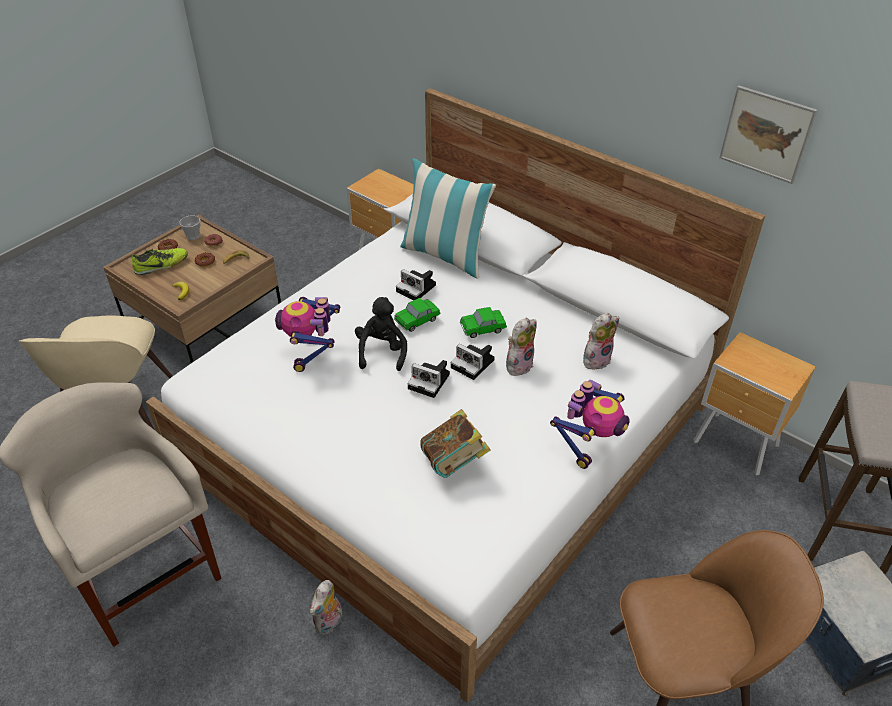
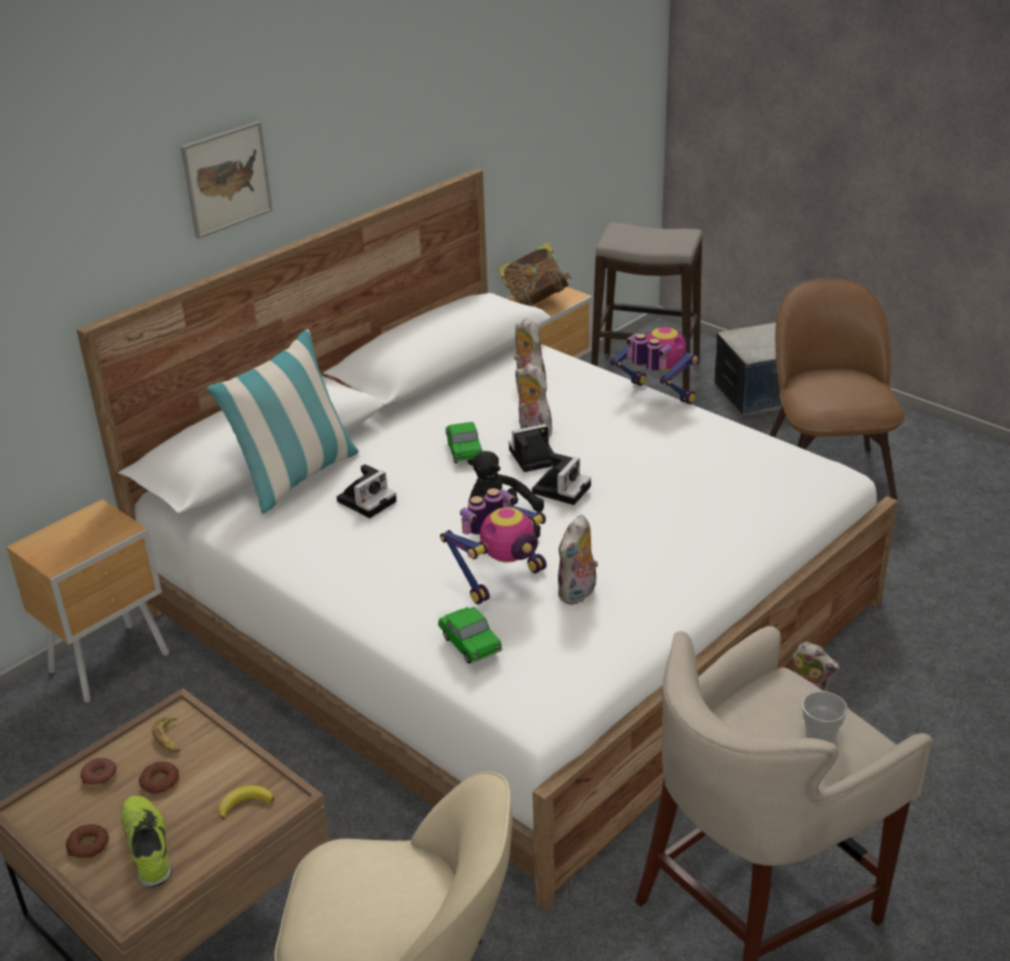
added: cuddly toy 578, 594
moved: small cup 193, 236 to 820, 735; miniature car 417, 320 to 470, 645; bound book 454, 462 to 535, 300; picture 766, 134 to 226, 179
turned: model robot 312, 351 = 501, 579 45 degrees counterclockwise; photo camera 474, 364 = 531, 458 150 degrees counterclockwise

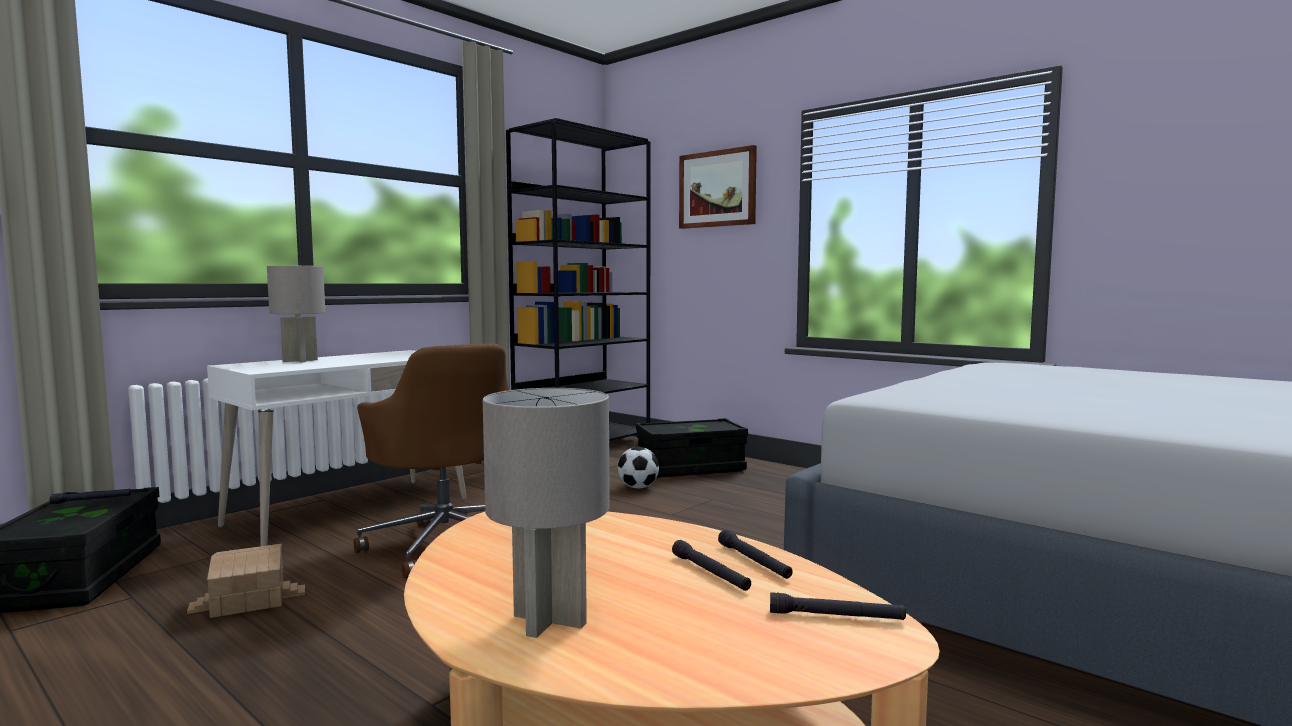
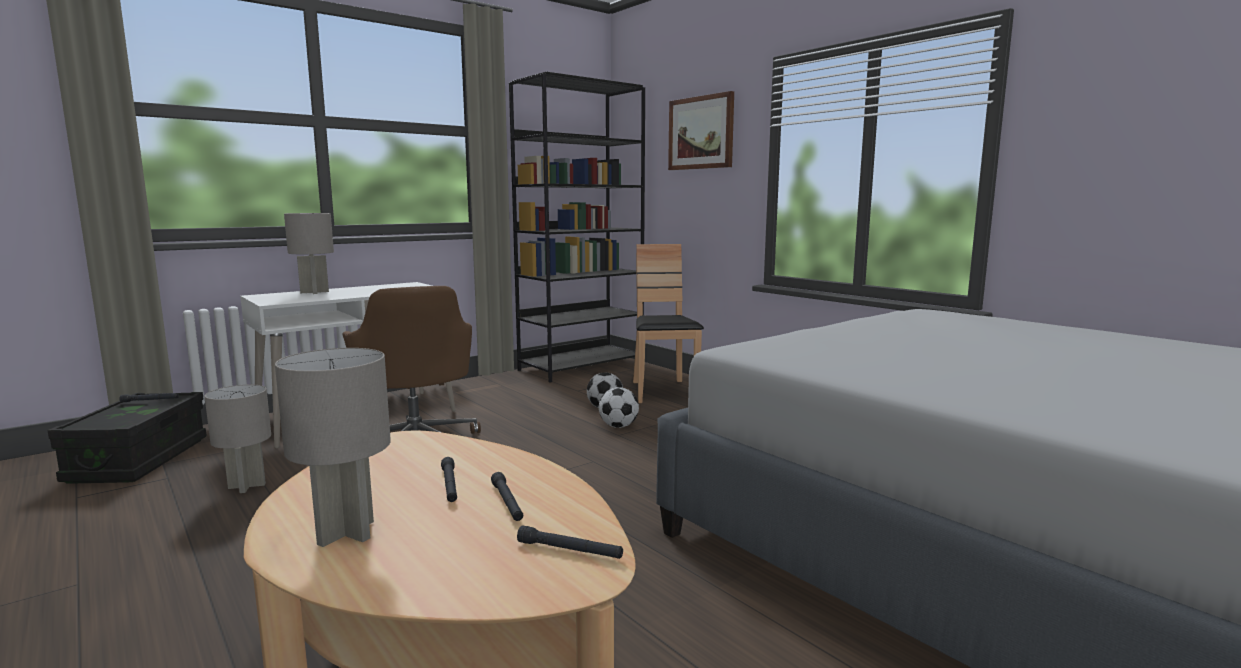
added: ball for football 618, 426
moved: blackish torch 754, 562 to 450, 485
replaced: model house 248, 599 to gray tabletop lamp 246, 486; blackish storage box 690, 468 to brownish plain chair 663, 391

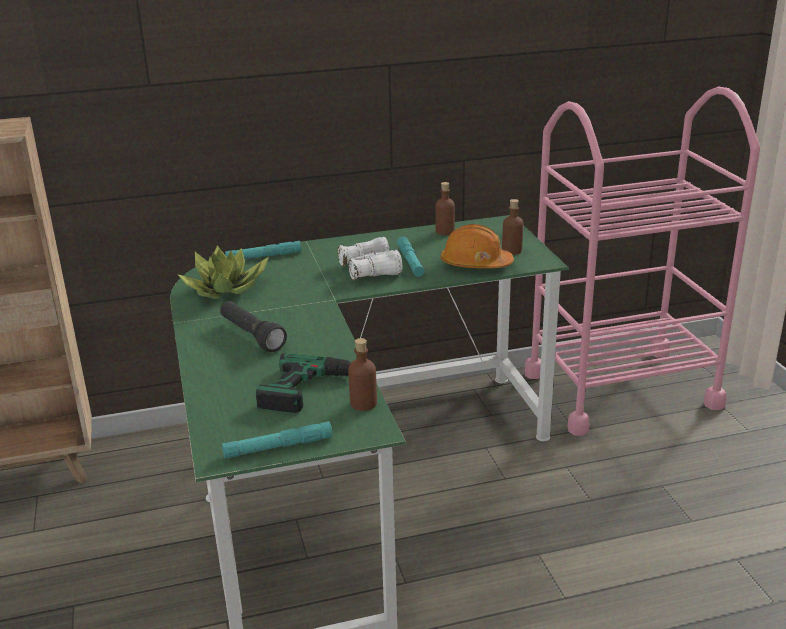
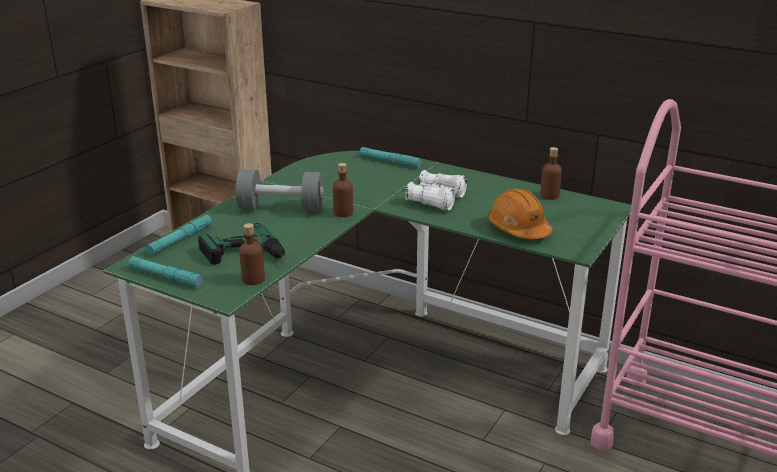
removed: houseplant 226, 288
moved: turquoise-coloured torch 410, 261 to 180, 240; brownish beverage bottle 512, 250 to 343, 213
replaced: blackish torch 251, 336 to gray free weight 281, 208

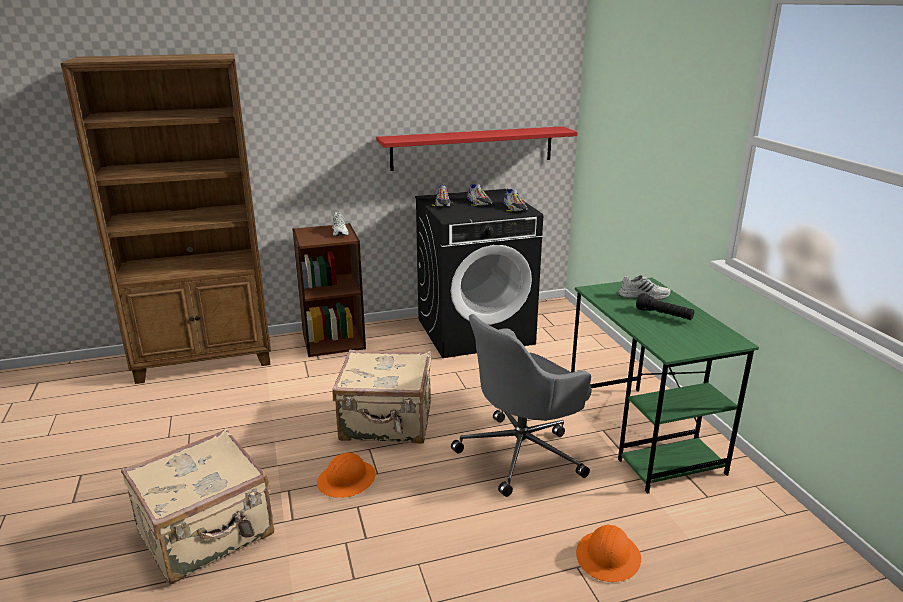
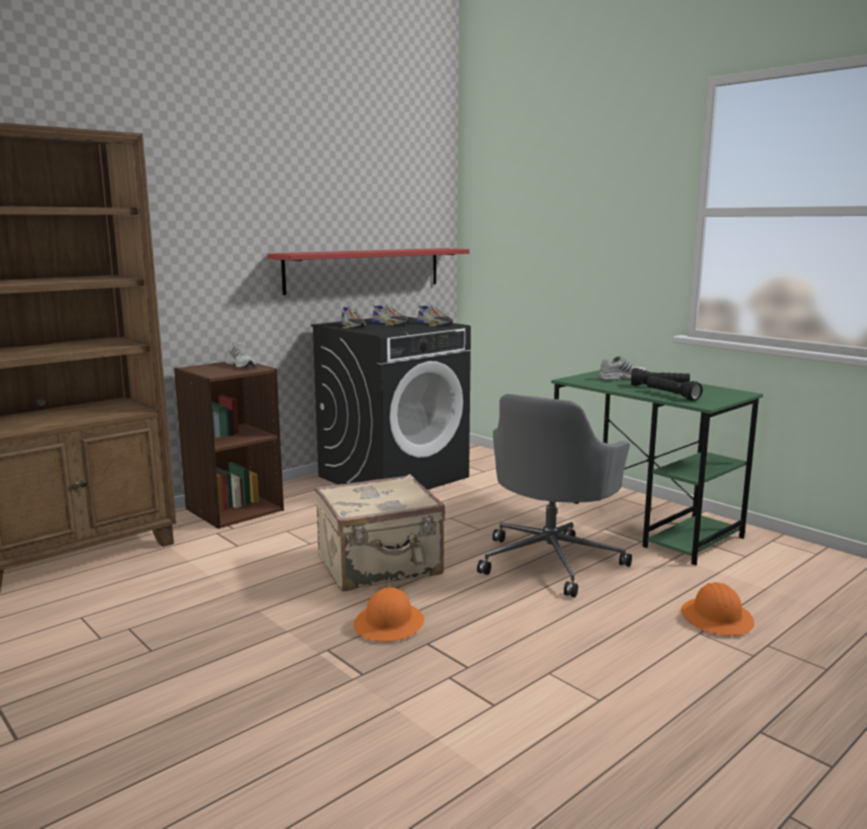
removed: beige travel case 207, 534
added: blackish torch 671, 395

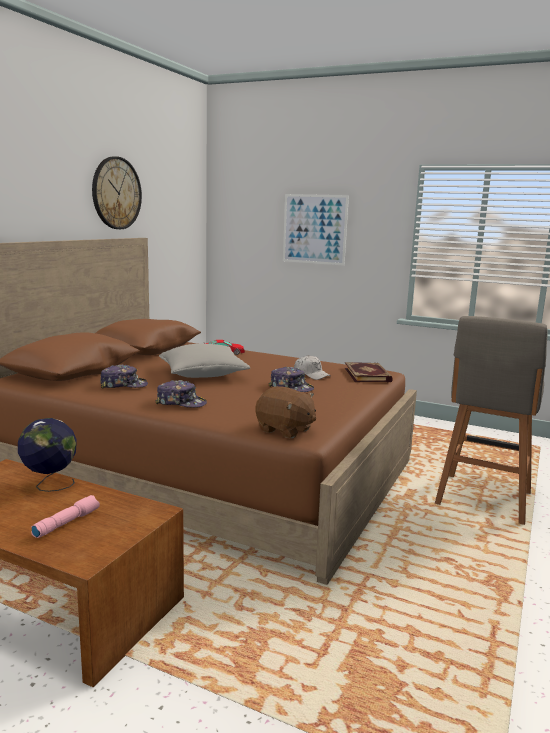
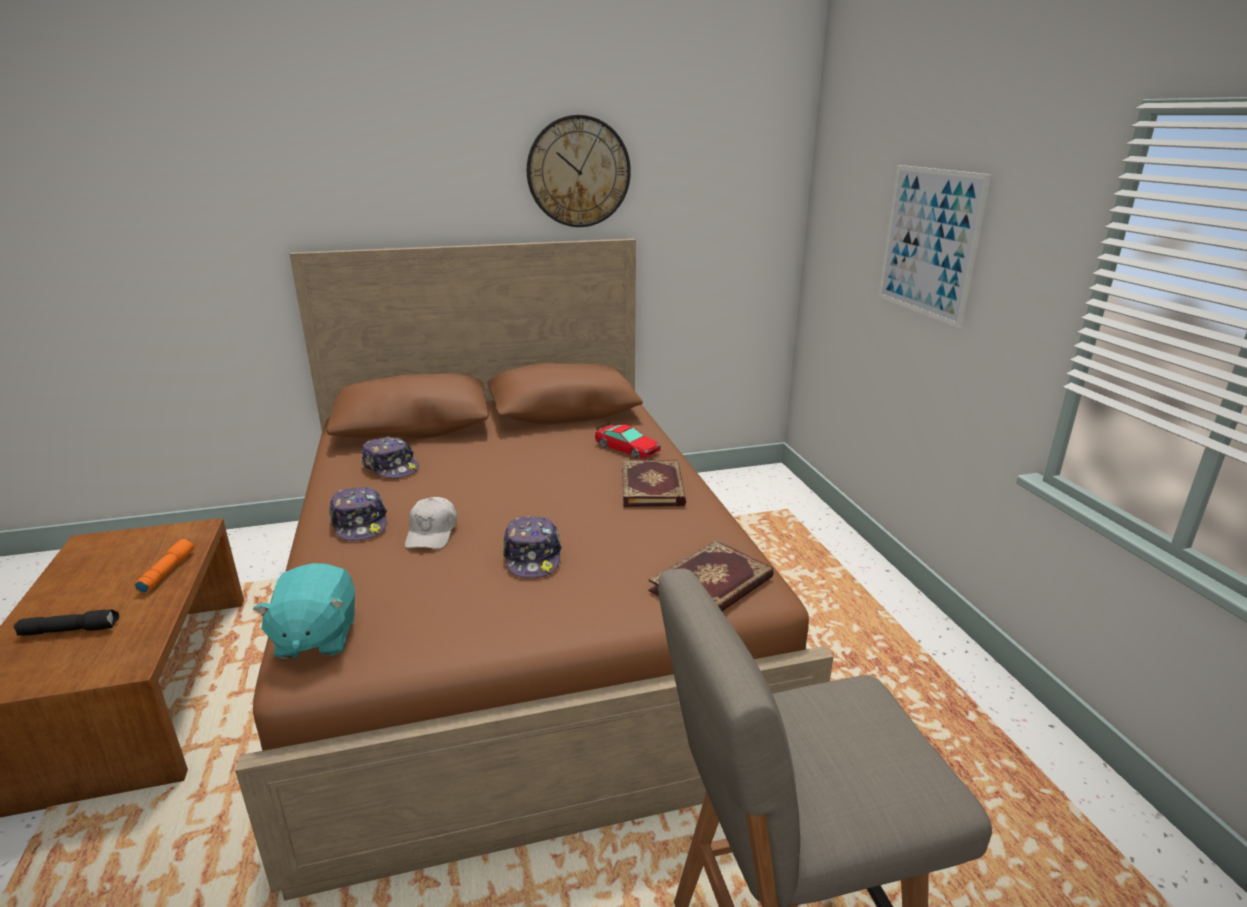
removed: gray cushion 203, 374
added: bound book 653, 486
moved: white-coloured cap 311, 374 to 432, 533
replaced: globe 50, 485 to orange-coloured torch 166, 572
recoloured: pink torch 66, 522 to blackish torch 71, 630; brownish cuddly toy 285, 430 to turquoise-coloured cuddly toy 316, 638

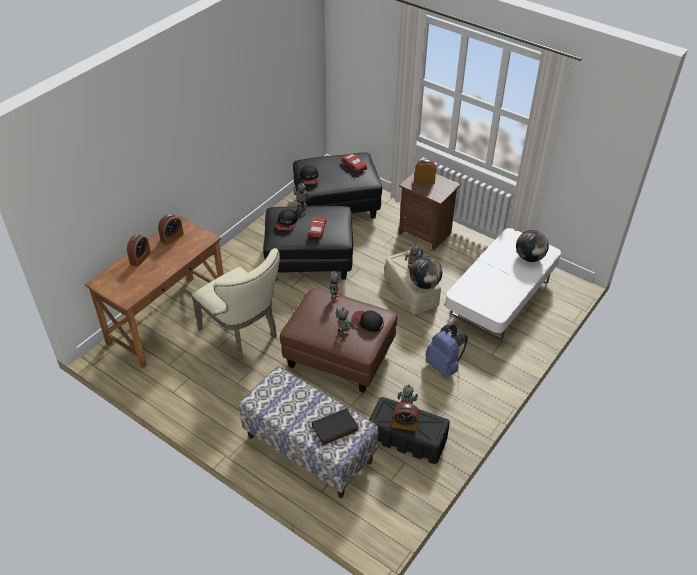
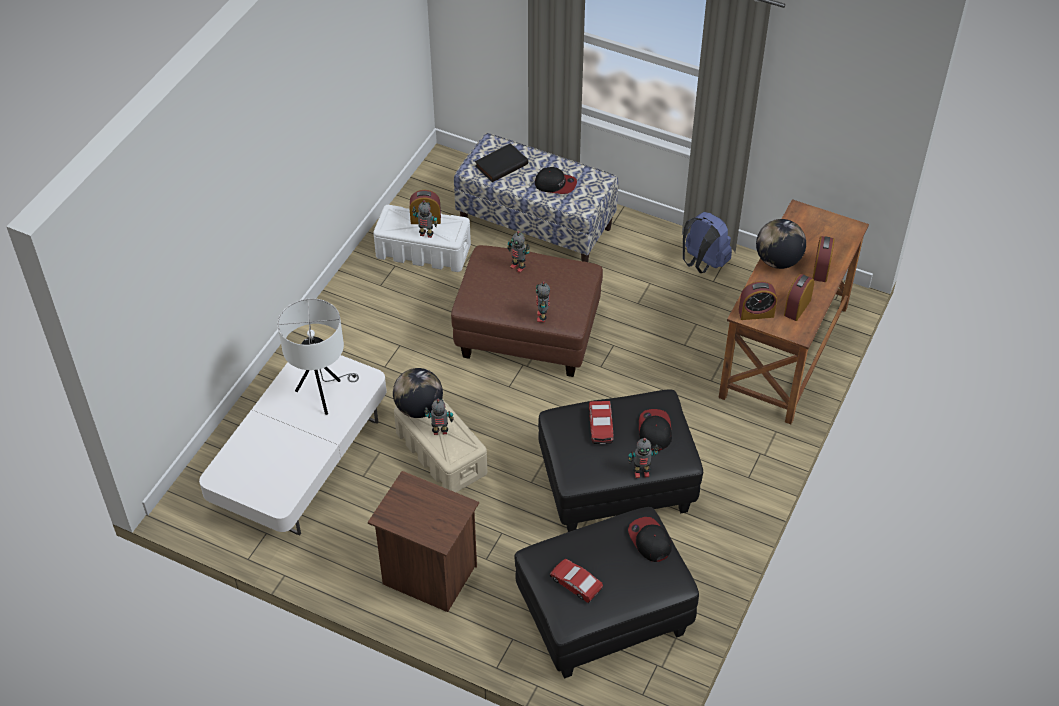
removed: beige plain chair 243, 334
added: white-coloured tabletop lamp 323, 394
moved: cap 367, 322 to 555, 184; table clock 424, 181 to 756, 313; bluish backpack 444, 366 to 702, 263; globe 529, 257 to 778, 261
recoloured: blackish storage box 407, 439 to white-coloured storage box 422, 251

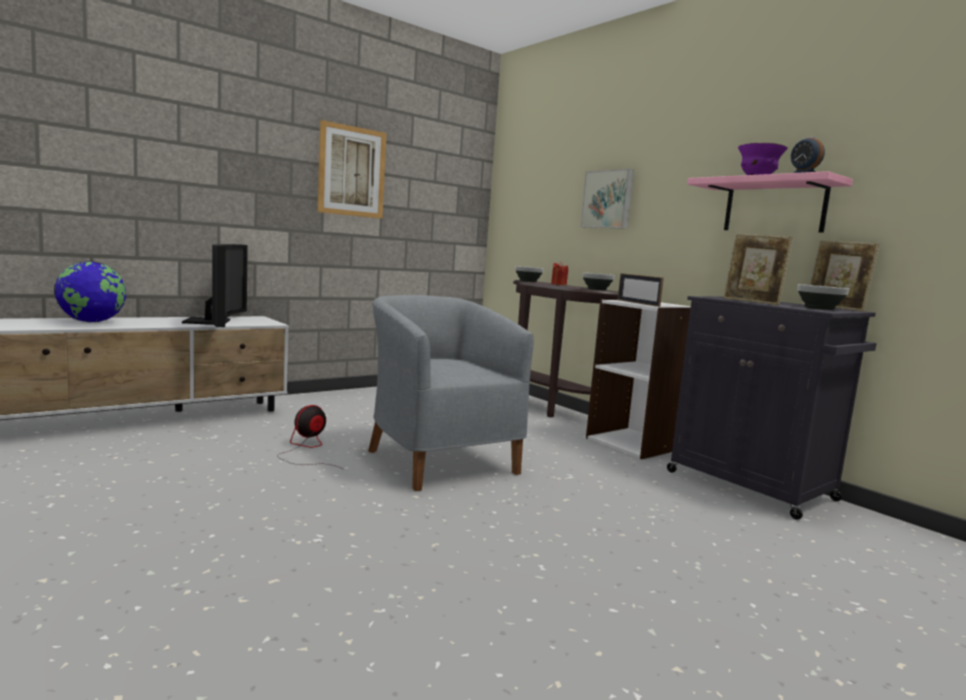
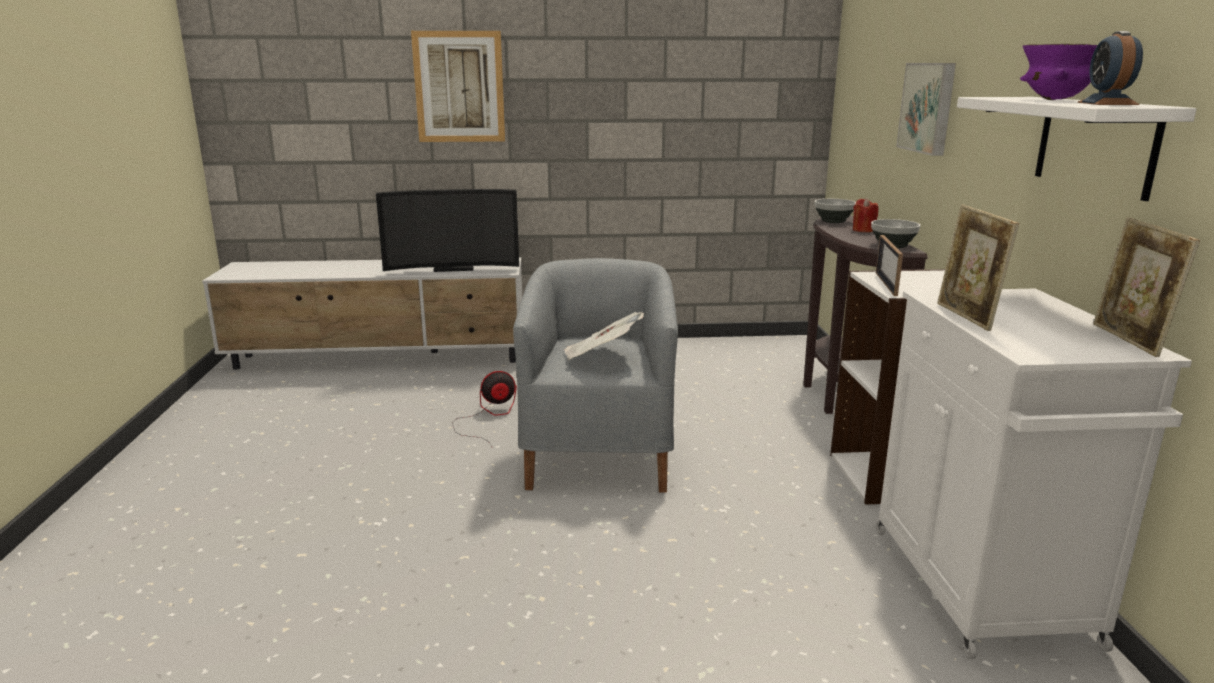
removed: globe 92, 322; bowl 820, 308
added: printed paper 601, 356
moved: picture 352, 171 to 459, 87
recoloured: blackish storage cabinet 753, 487 to white-coloured storage cabinet 982, 588; pink wall shelf 774, 206 to white-coloured wall shelf 1095, 145
turned: TV 214, 322 = 453, 268 60 degrees clockwise

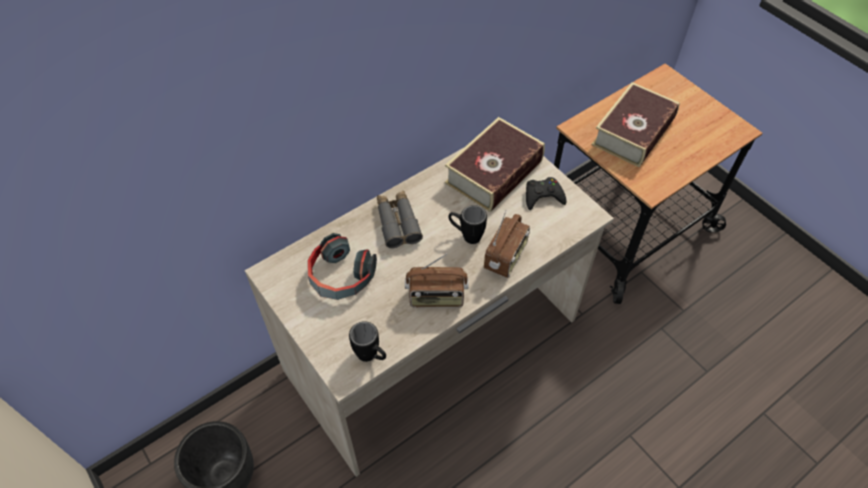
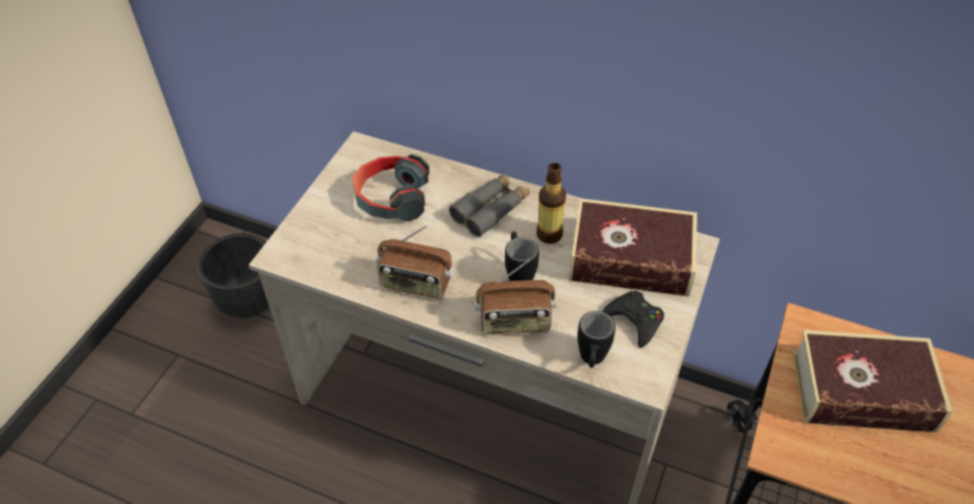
added: beverage bottle 549, 234
moved: blackish mug 371, 357 to 591, 361
turned: radio set 436, 298 = 416, 285 45 degrees counterclockwise

